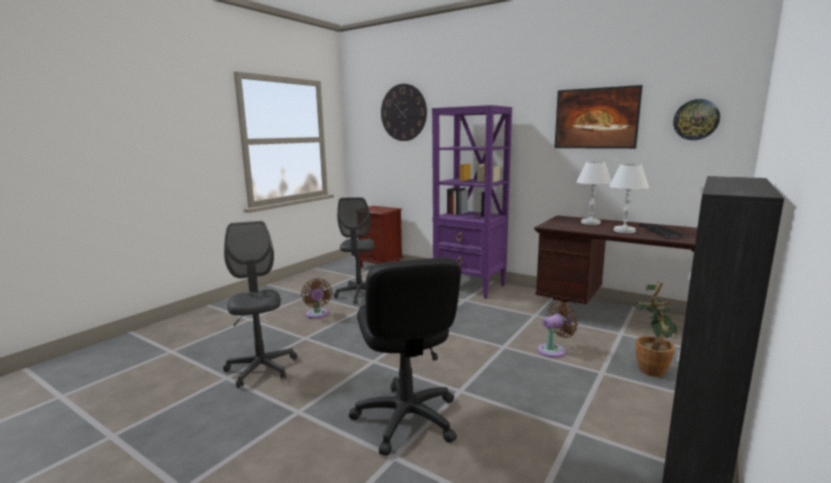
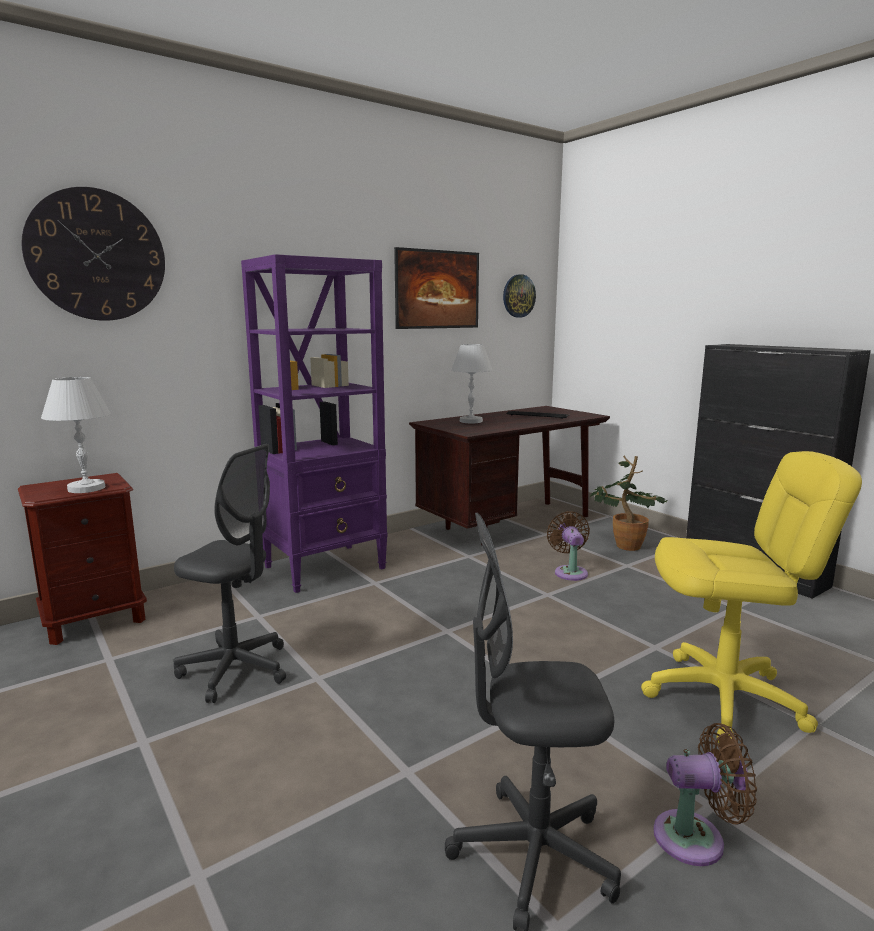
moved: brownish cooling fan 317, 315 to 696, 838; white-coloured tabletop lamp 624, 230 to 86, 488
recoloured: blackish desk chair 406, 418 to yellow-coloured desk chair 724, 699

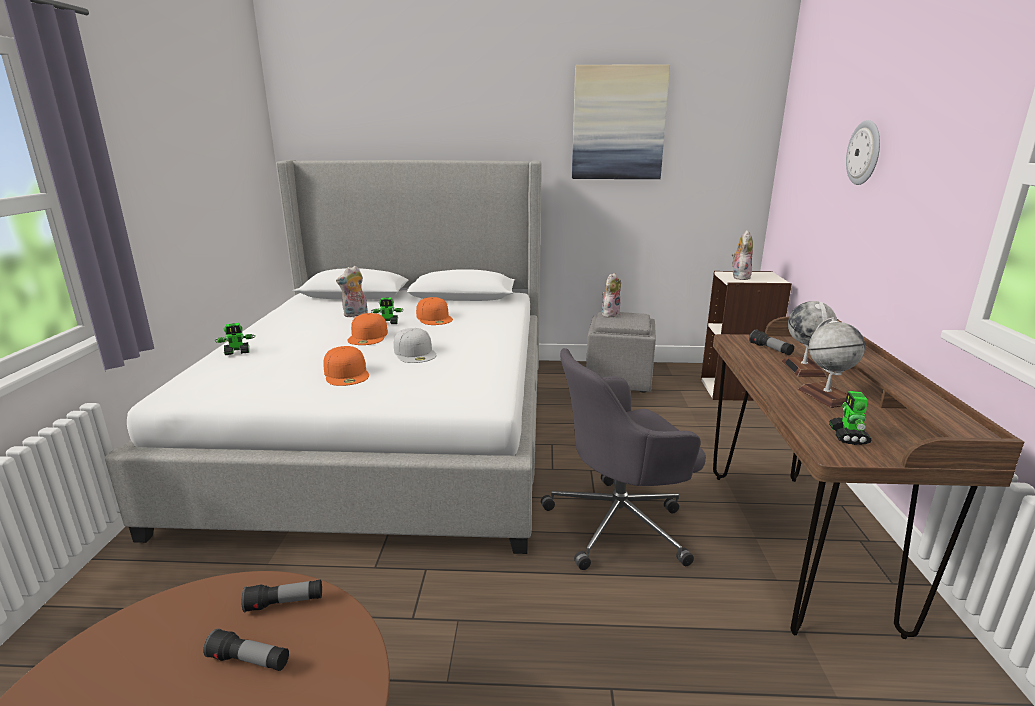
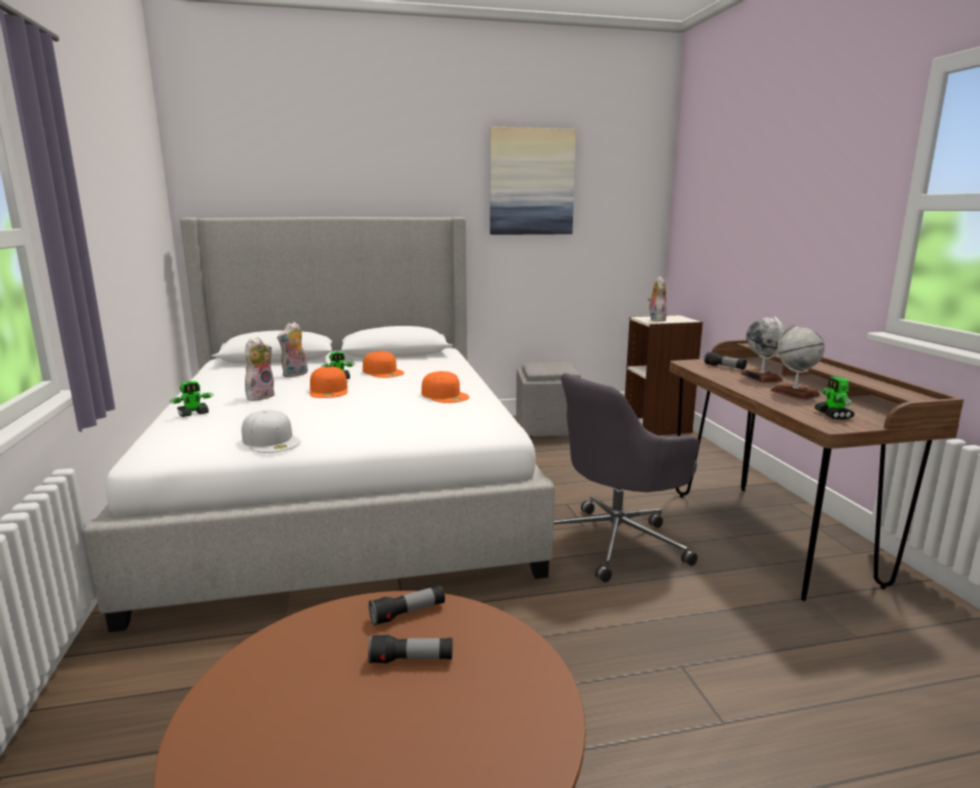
removed: wall clock 864, 153
moved: orange-coloured cap 347, 373 to 445, 395; white-coloured cap 415, 353 to 271, 441; cuddly toy 610, 314 to 260, 396

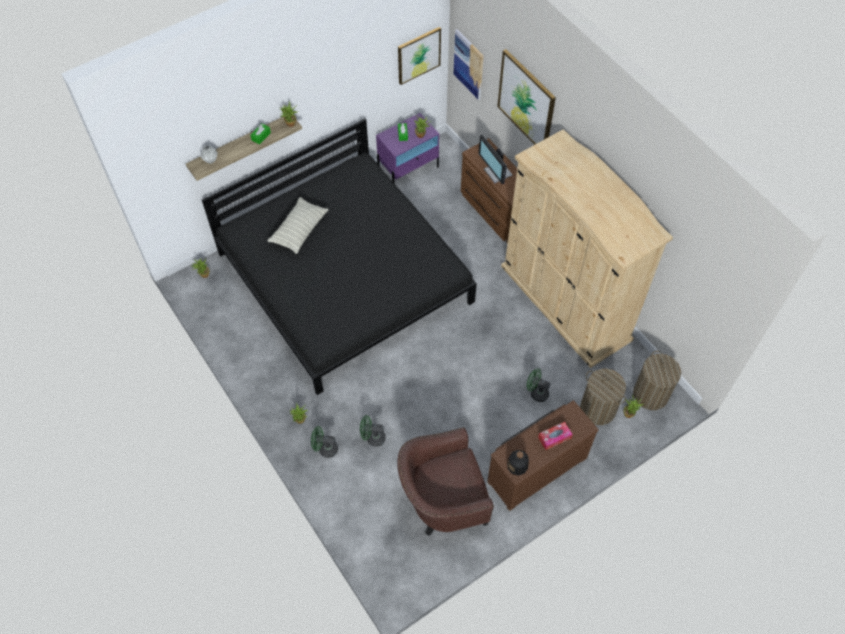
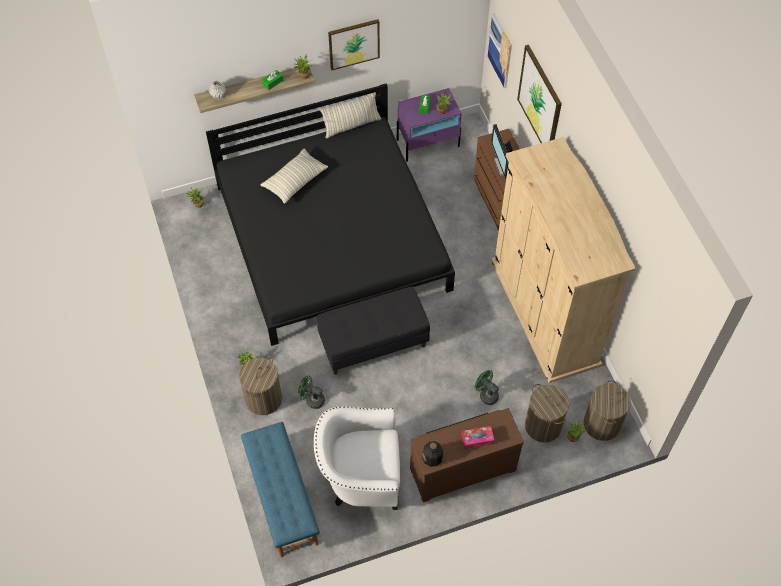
added: bluish long seat 281, 498; blackish long seat 373, 342; cushion 351, 125
moved: picture 418, 55 to 354, 44
replaced: greenish cooling fan 325, 449 to washing basket 263, 399
recoloured: brownish easy chair 442, 501 to white-coloured easy chair 360, 476

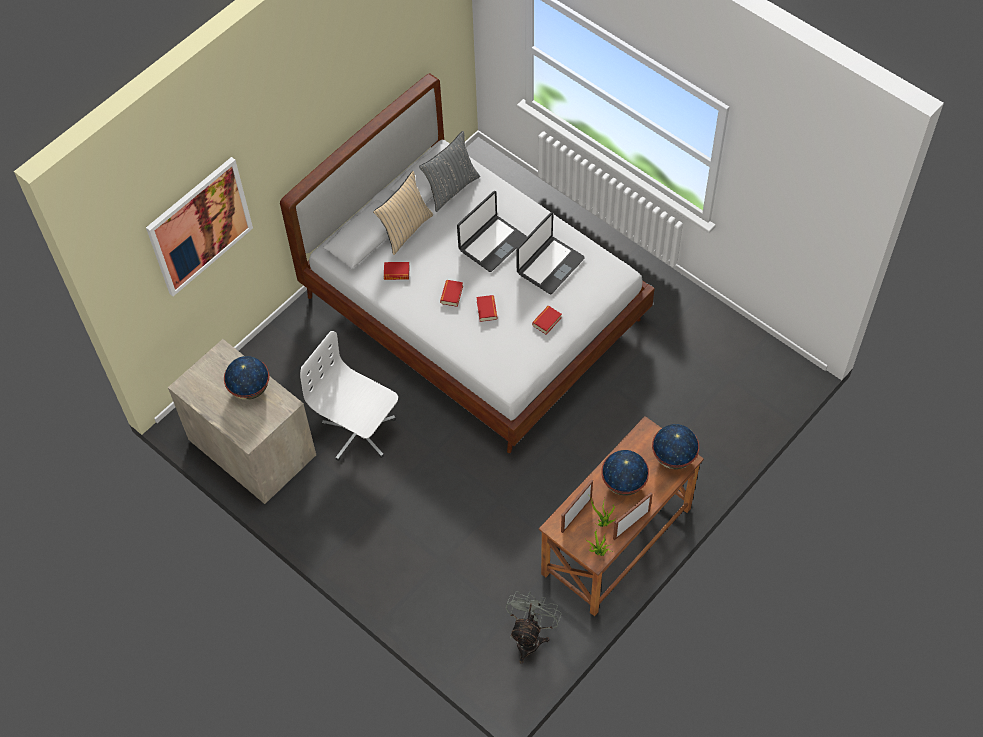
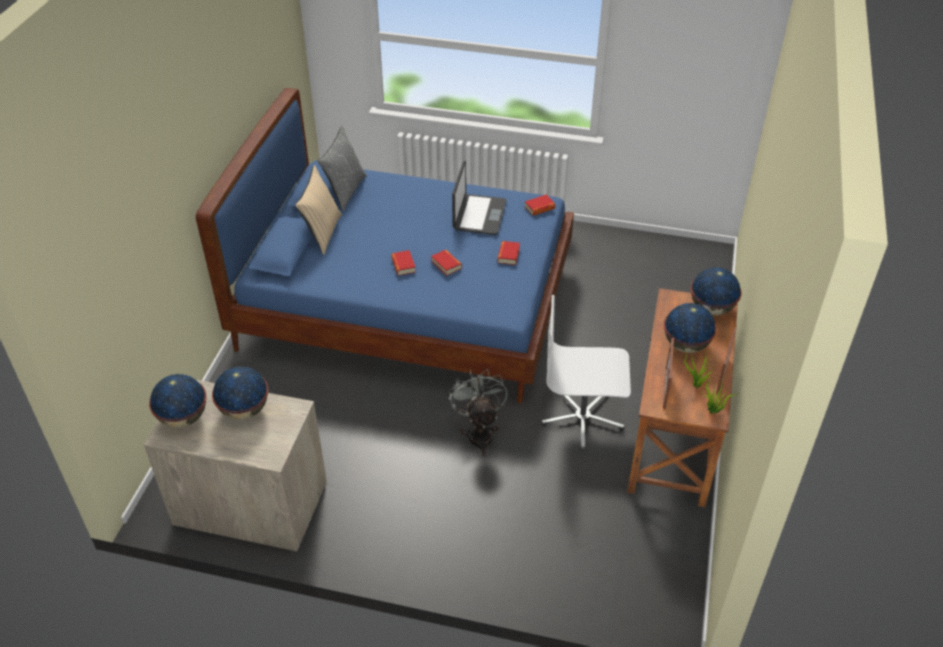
removed: picture 199, 226; laptop 492, 244
added: globe 184, 418
moved: white-coloured desk chair 359, 432 to 582, 418; bound book 396, 273 to 539, 208; gray cooling fan 530, 637 to 479, 433
recoloured: white-coloured bedroom bed 474, 310 to bluish bedroom bed 407, 305

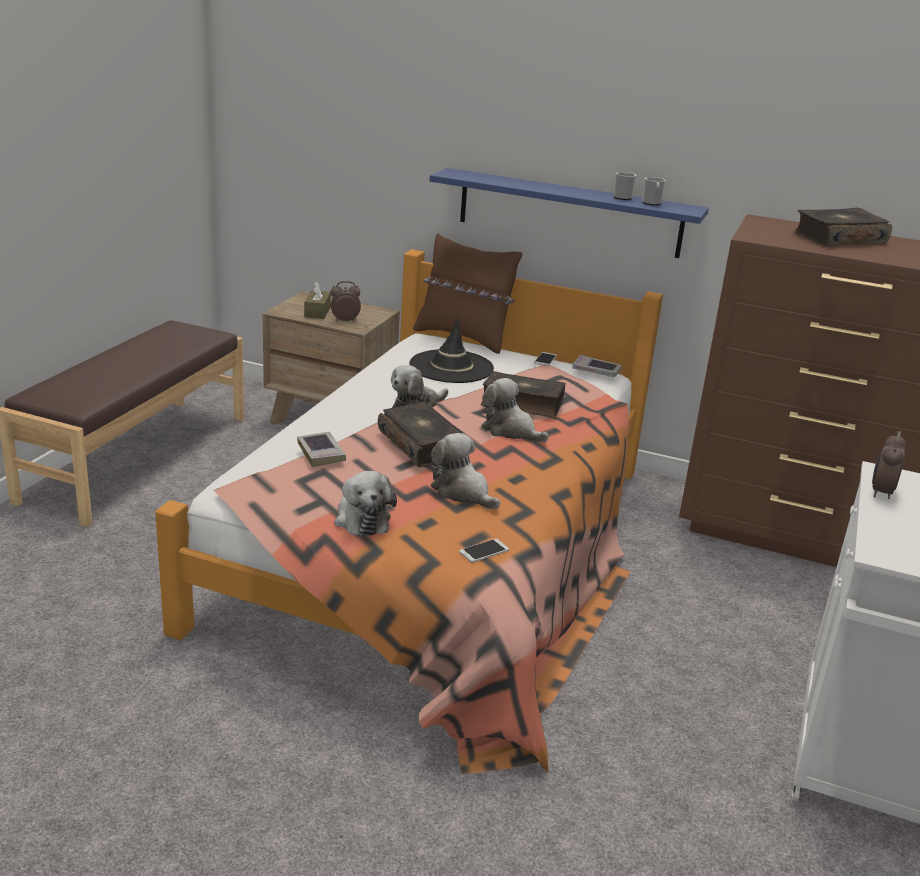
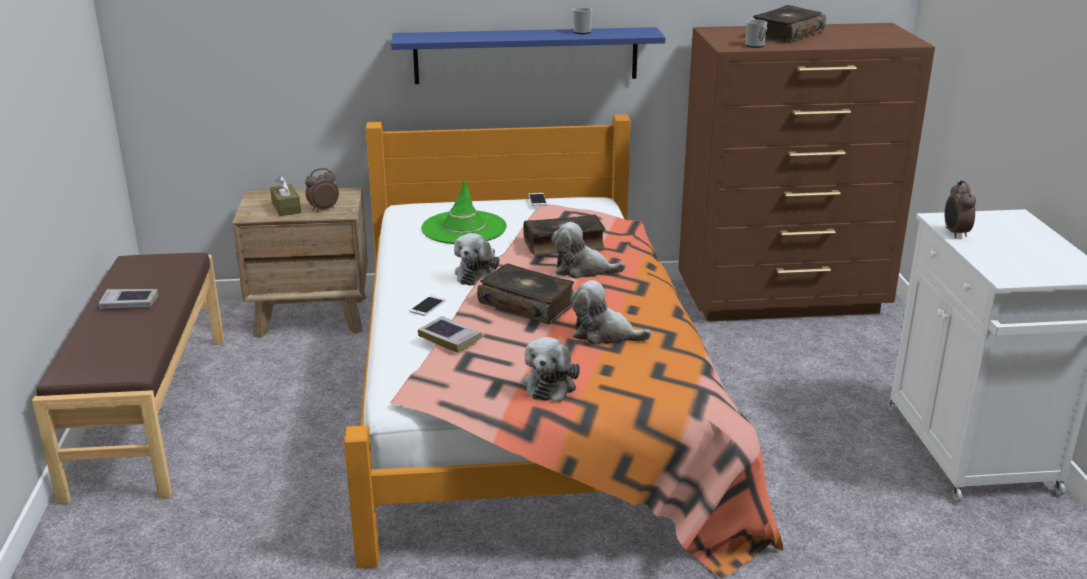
removed: brownish cushion 463, 337
moved: telephone 484, 551 to 427, 306; bound book 596, 371 to 129, 303; mug 652, 203 to 756, 46
recoloured: blackish hat 451, 367 to greenish hat 464, 228
turned: cuddly toy 361, 519 = 550, 384 60 degrees clockwise

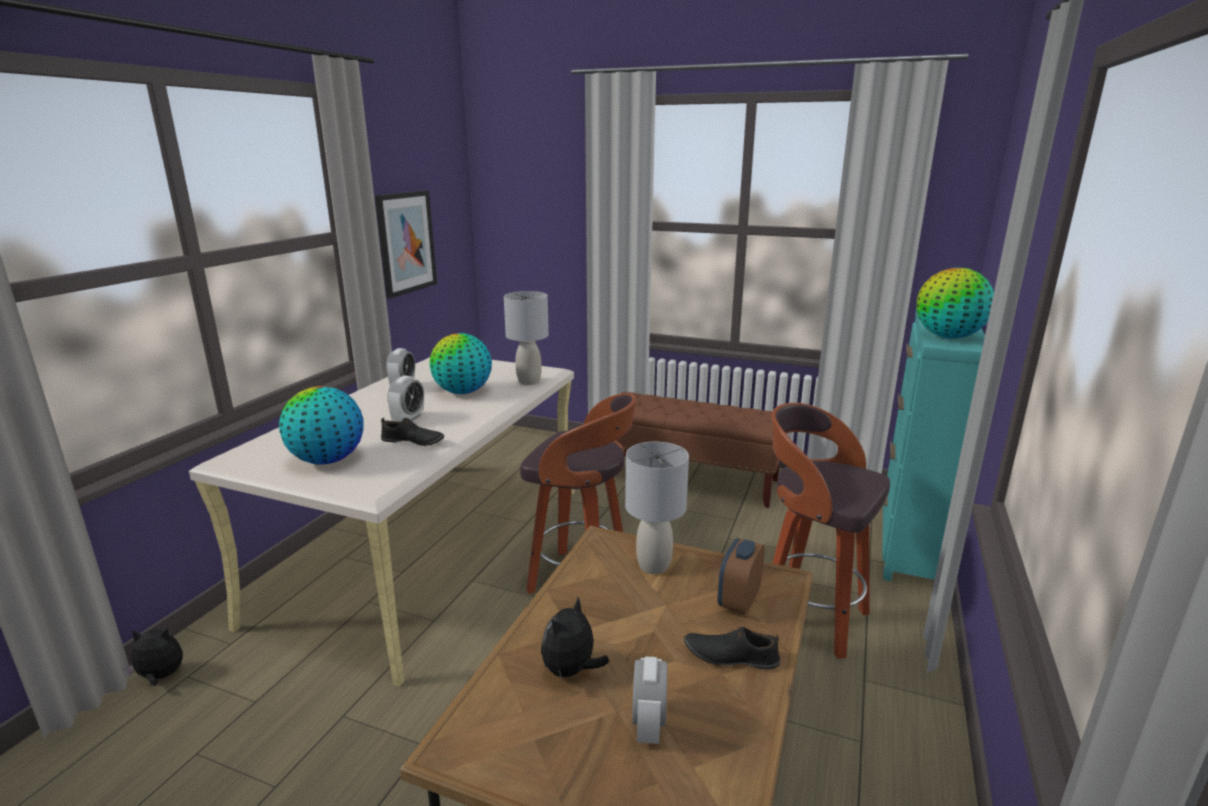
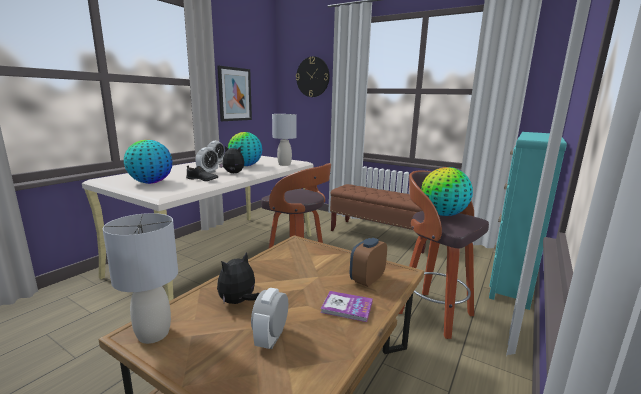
added: wall clock 312, 77
moved: cuddly toy 160, 677 to 233, 173; gray tabletop lamp 653, 565 to 153, 334; globe 948, 337 to 443, 214
replaced: blackish shoe 730, 656 to bound book 347, 307

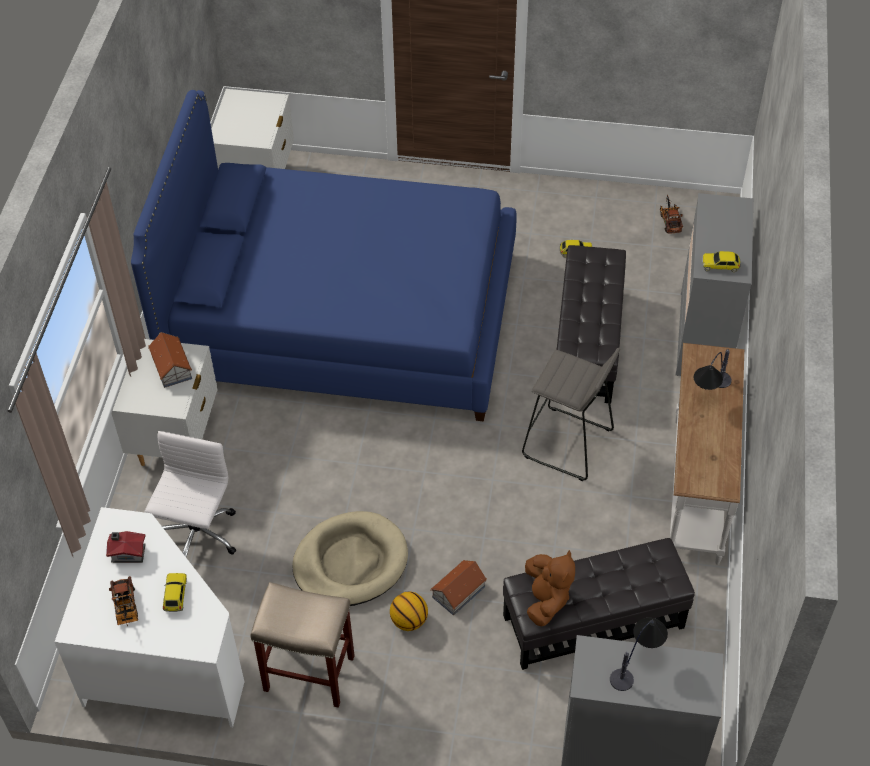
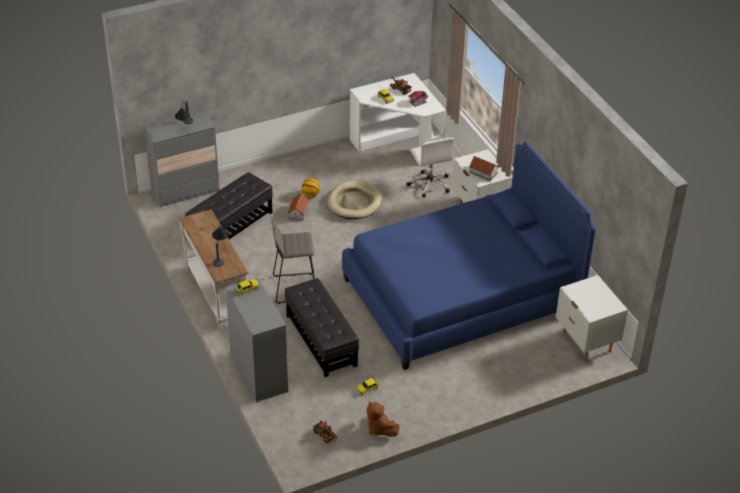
removed: beige stool seat 308, 673
moved: brownish cuddly toy 546, 599 to 379, 428

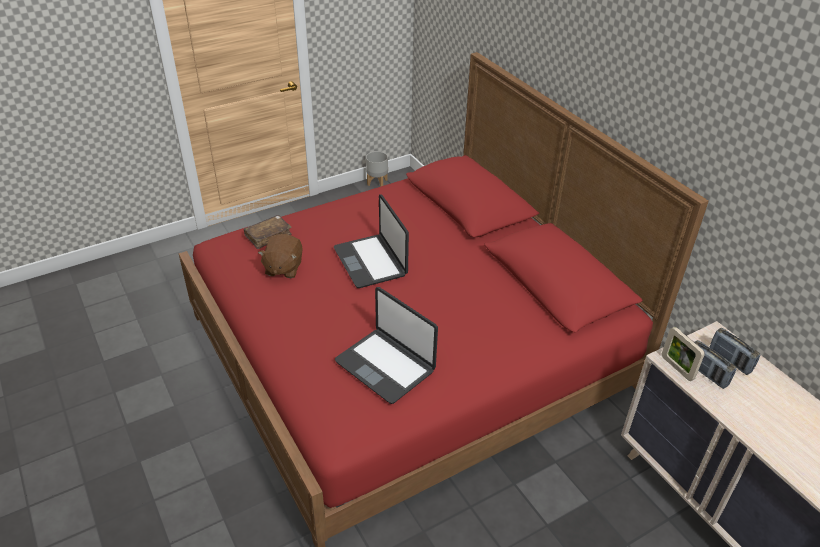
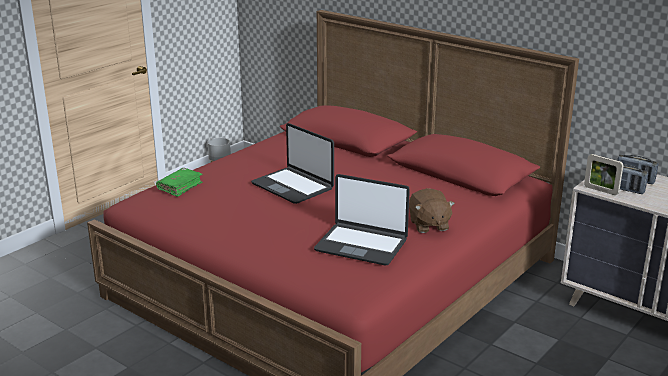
moved: brownish cuddly toy 283, 268 to 428, 225
recoloured: brownish bound book 268, 236 to greenish bound book 180, 187

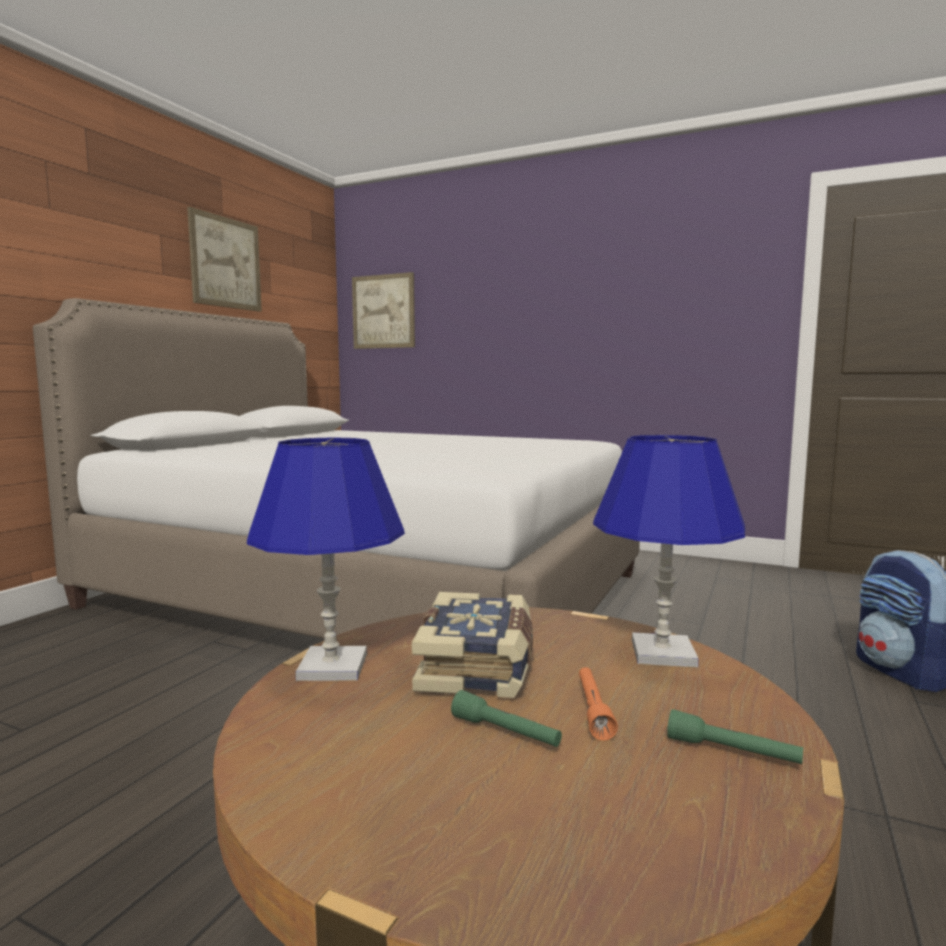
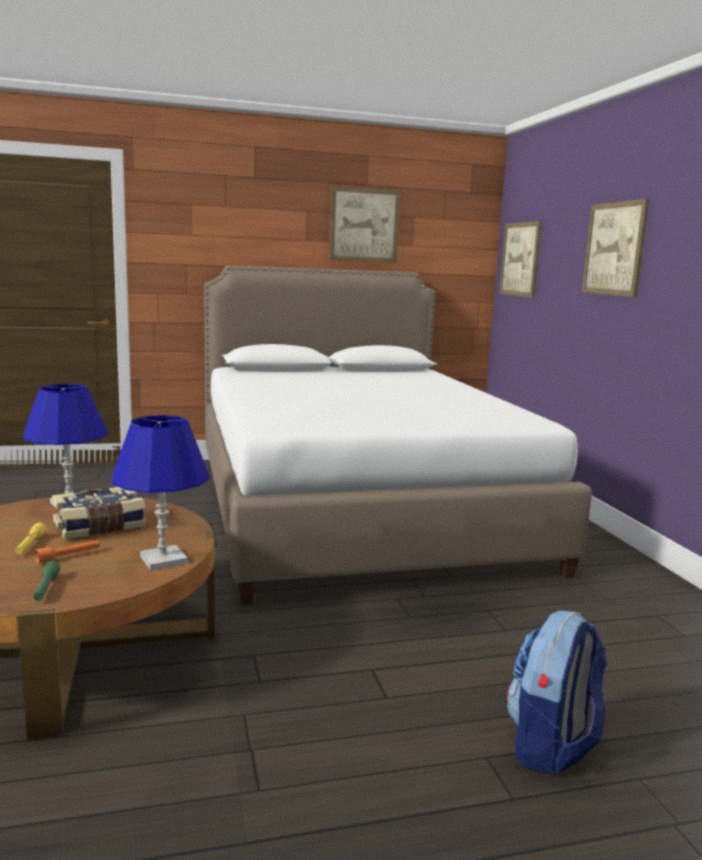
added: picture 614, 248
recoloured: greenish torch 505, 733 to yellow-coloured torch 30, 545

